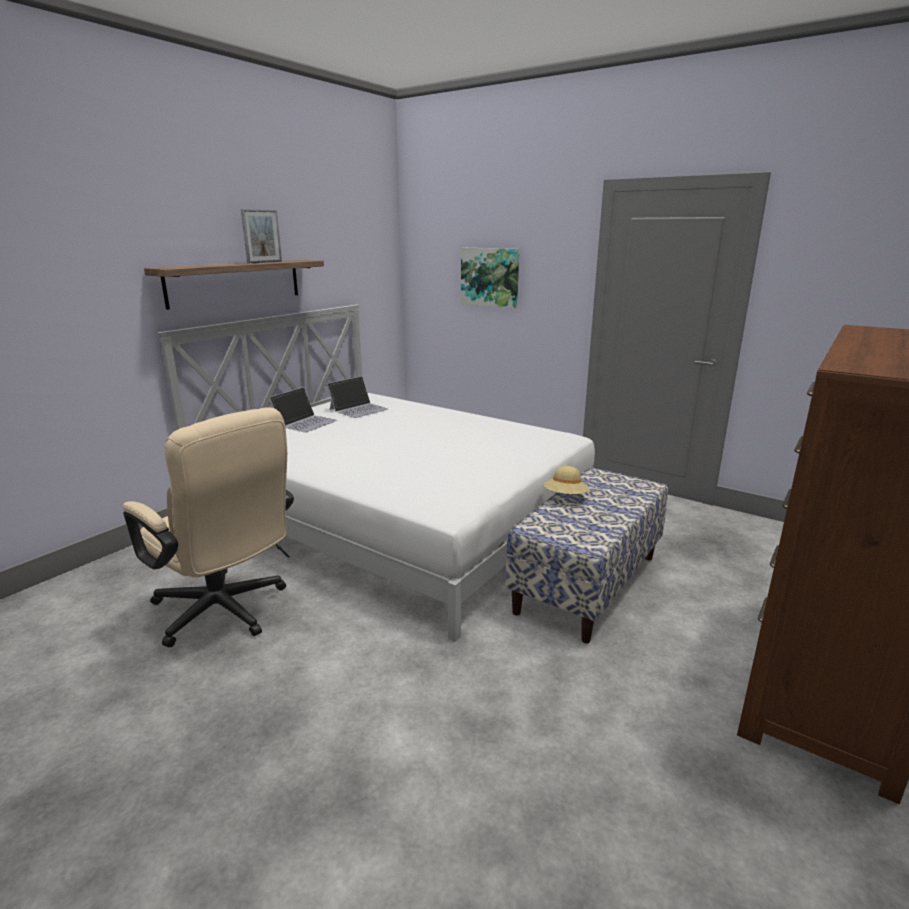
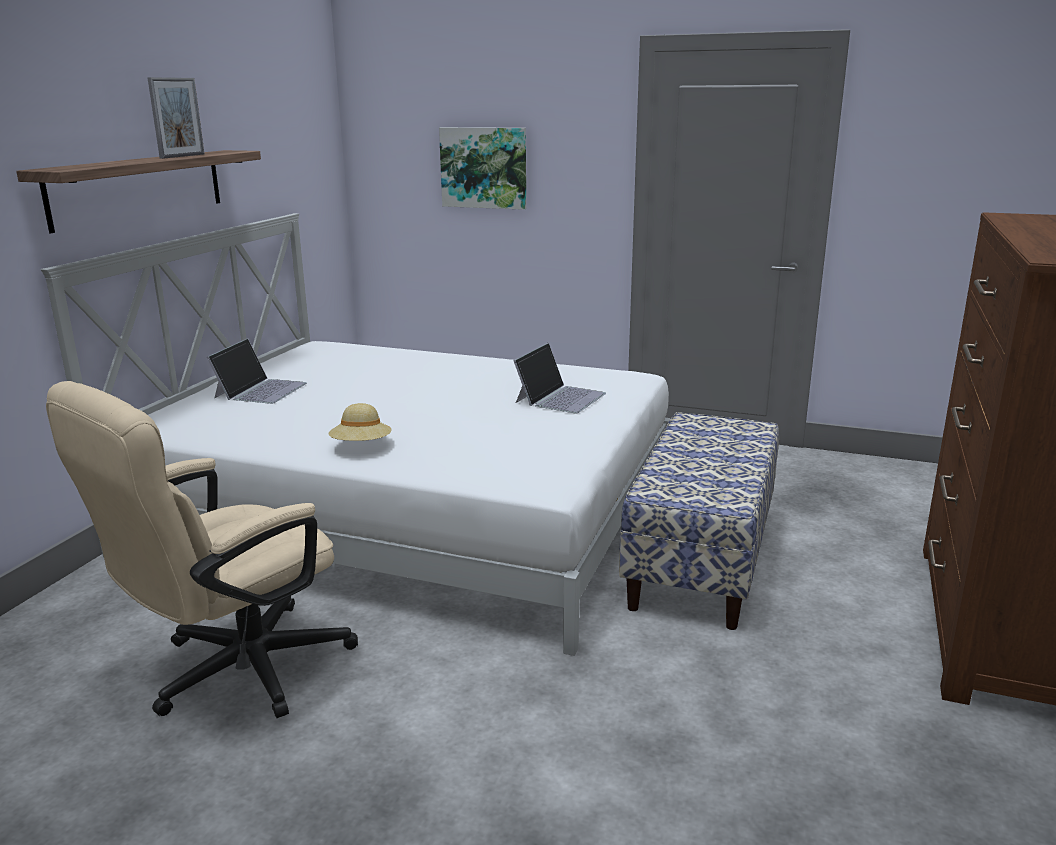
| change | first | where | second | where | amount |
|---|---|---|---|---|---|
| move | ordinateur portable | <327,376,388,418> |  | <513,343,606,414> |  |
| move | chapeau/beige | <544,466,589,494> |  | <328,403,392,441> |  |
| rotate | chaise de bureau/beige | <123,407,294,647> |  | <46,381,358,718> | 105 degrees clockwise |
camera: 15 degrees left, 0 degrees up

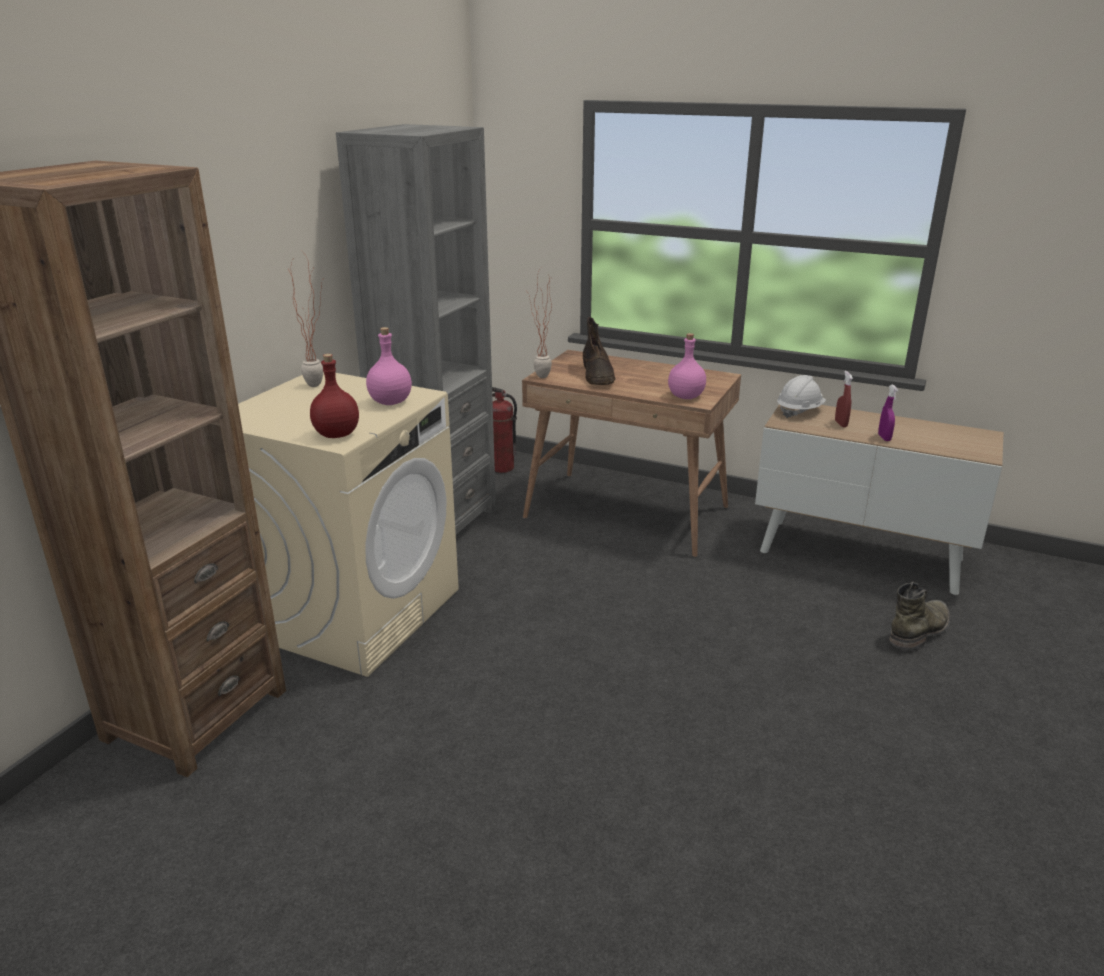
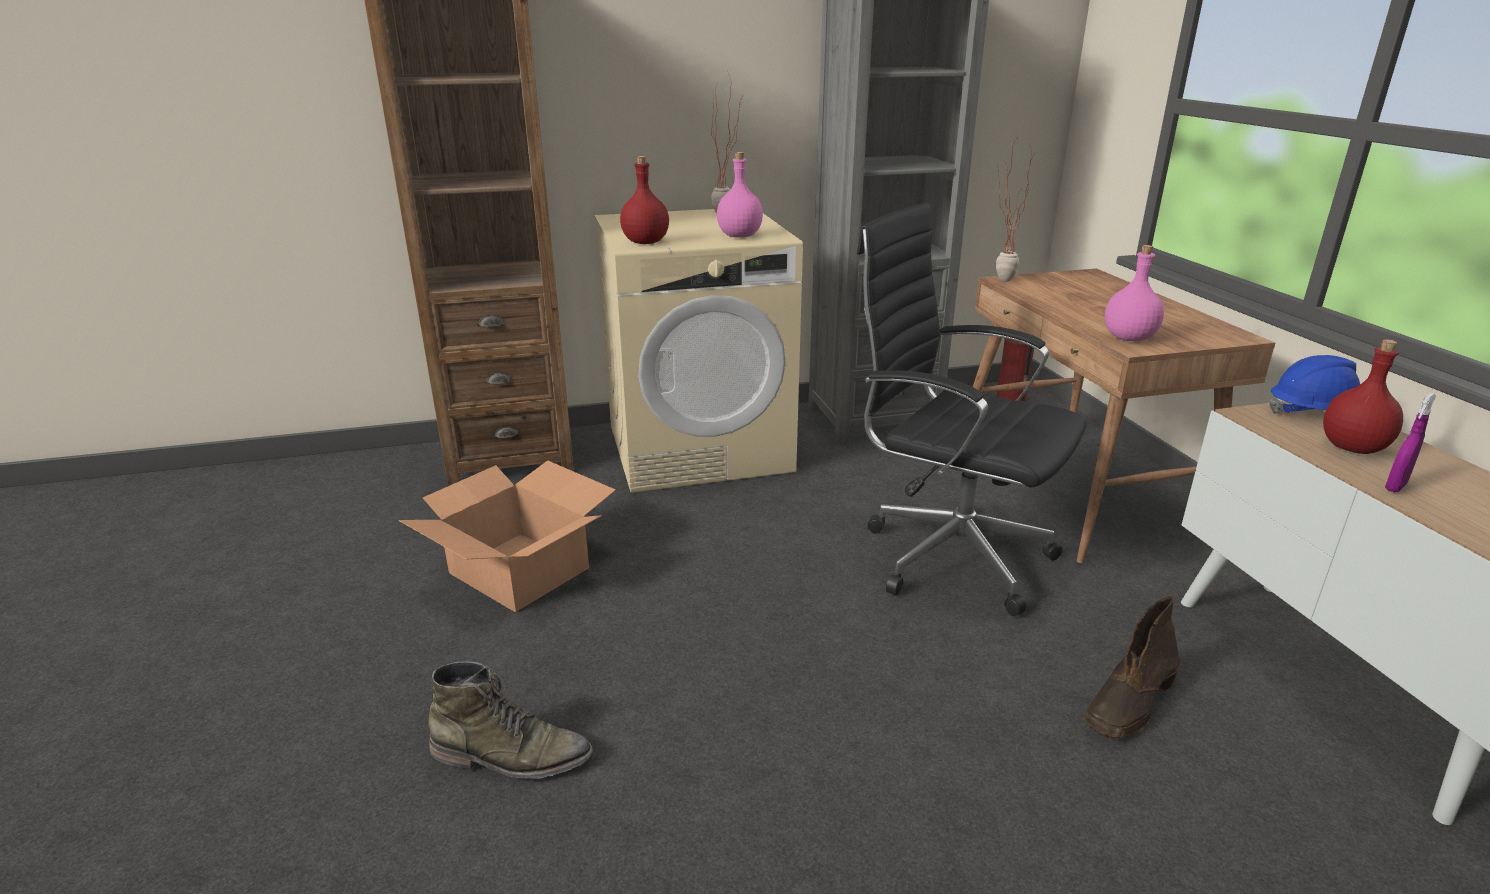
| change | first | where | second | where | amount |
|---|---|---|---|---|---|
| insert |  |  | carton | <398,460,616,612> |  |
| insert |  |  | chaise de bureau/noir | <857,202,1086,616> |  |
| move | botte/marron | <583,317,616,385> |  | <1085,596,1180,739> |  |
| move | botte/vert | <889,582,950,650> |  | <429,662,593,779> |  |
| replace | vaporisateur/rouge | <835,371,853,427> | bouteille/rouge | <1323,339,1403,454> |  |
| recolor | casque de chantier/blanc | <777,375,826,418> | casque de chantier/bleu | <1269,355,1360,414> |  |
camera: 50 degrees right, 0 degrees up

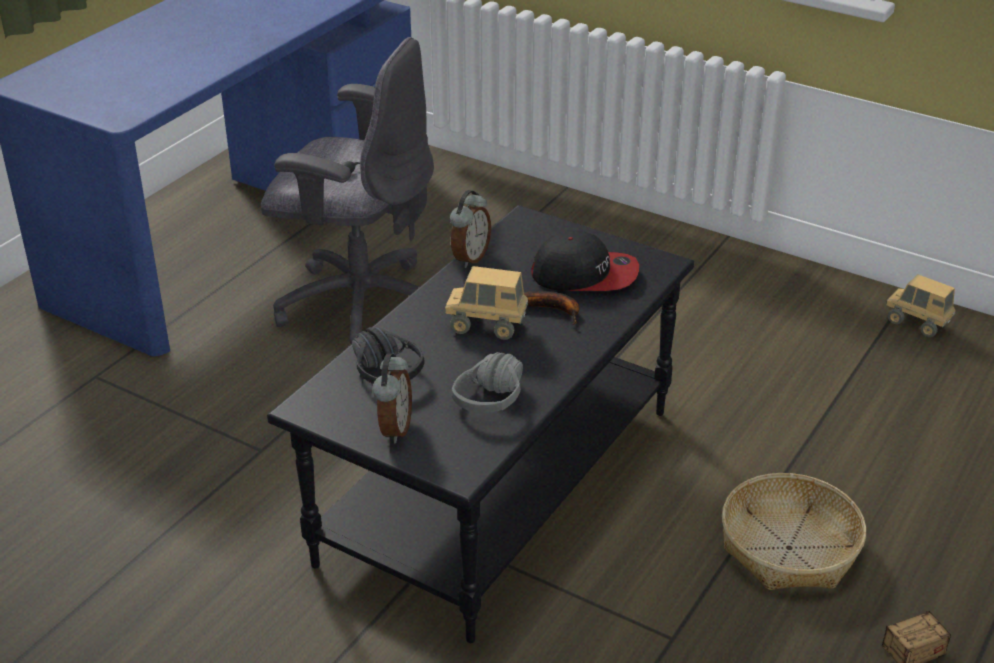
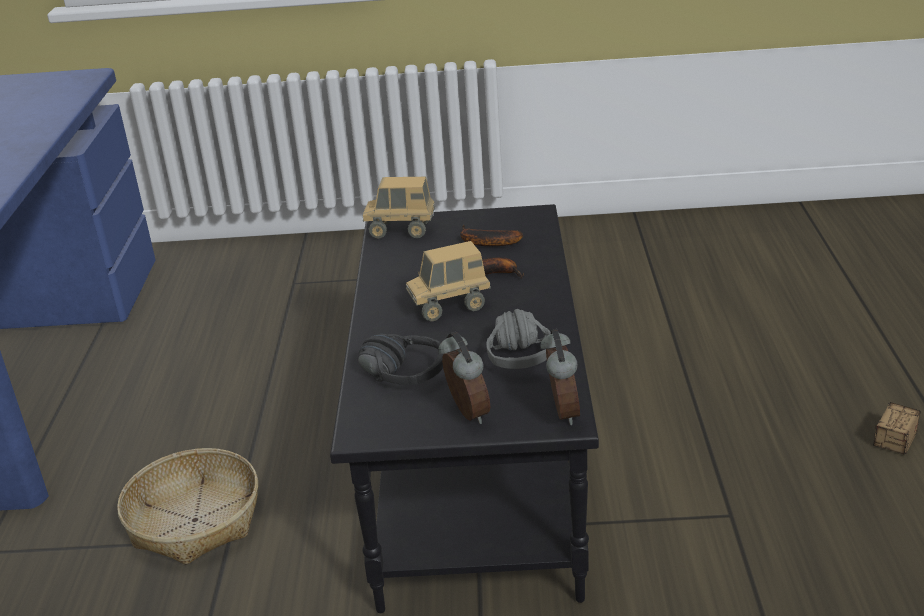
| change | first | where | second | where | amount |
|---|---|---|---|---|---|
| delete | chaise de bureau/gris | <261,37,434,345> |  |  |  |
| move | réveil | <450,190,491,268> |  | <541,329,580,425> |  |
| move | panier | <722,473,866,590> |  | <117,448,258,565> |  |
| move | camion jouet | <886,274,956,337> |  | <363,177,435,239> |  |
| replace | casquette | <531,231,639,291> | banane | <460,225,523,246> |  |
camera: 30 degrees left, 5 degrees down

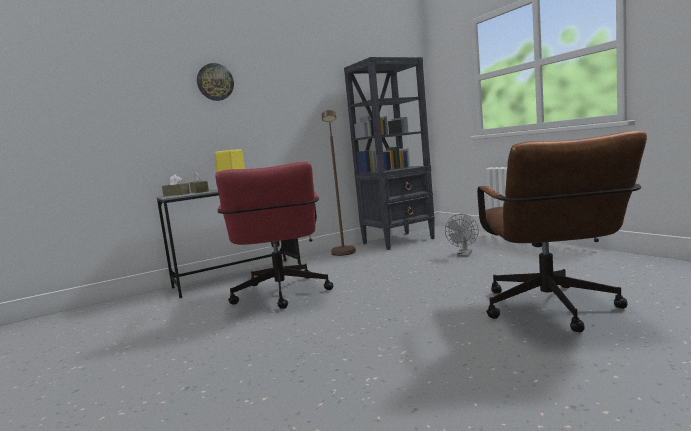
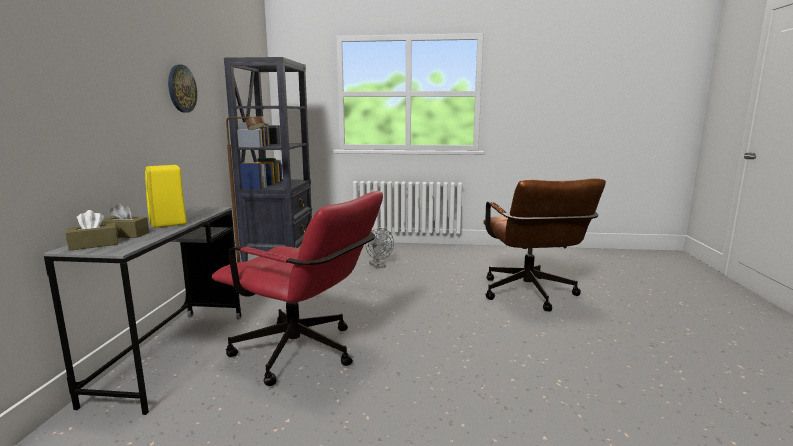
| change | first | where | second | where | amount |
|---|---|---|---|---|---|
| move | horloge murale | <197,63,234,101> |  | <168,65,197,113> |  |
| rotate | chaise de bureau/marron | <477,131,647,332> |  | <483,178,606,312> | 45 degrees clockwise |
camera: 55 degrees left, 5 degrees up

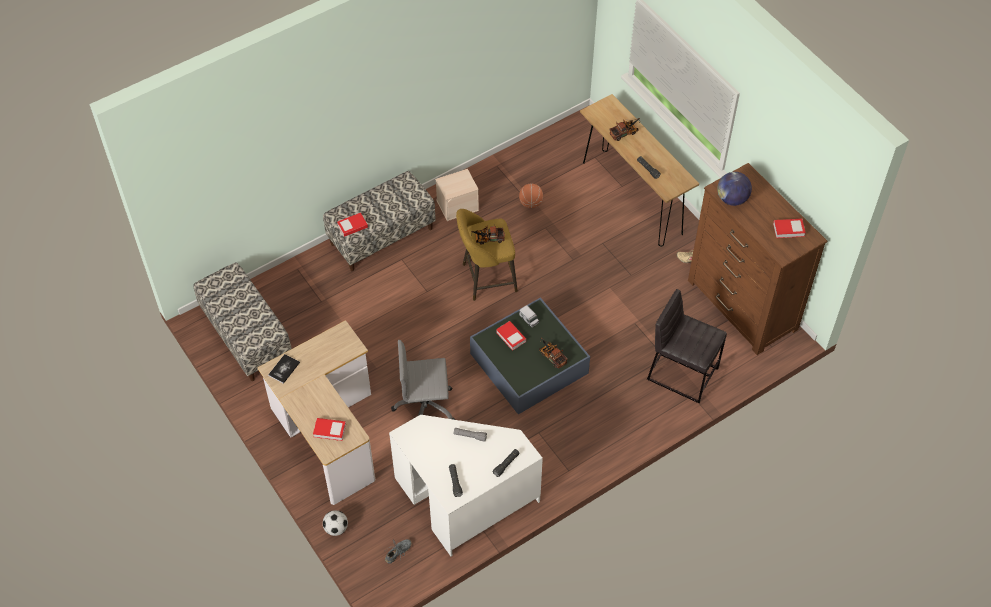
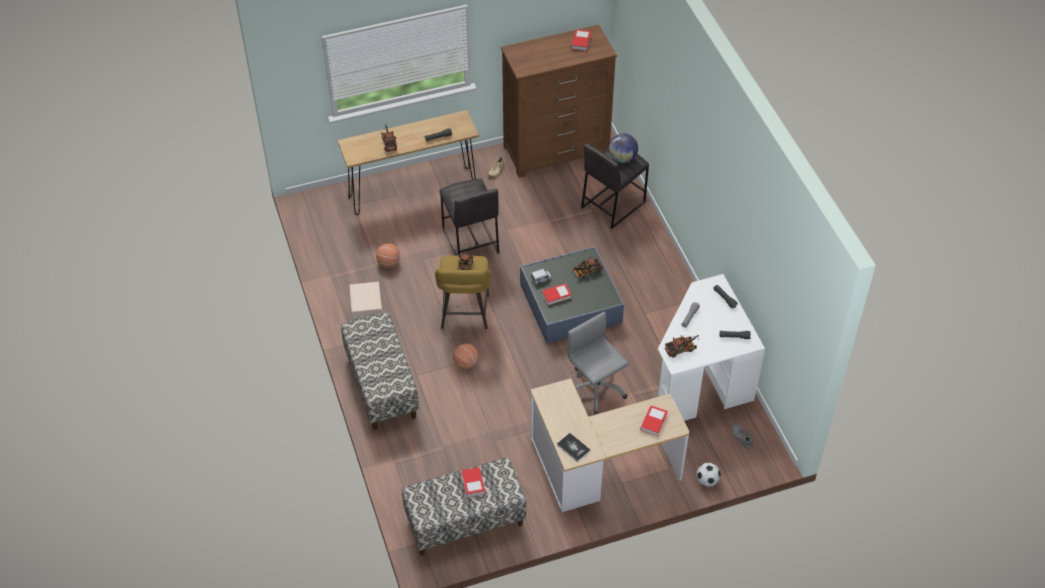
| change | first | where | second | where | amount |
|---|---|---|---|---|---|
| insert |  |  | tabouret/gris | <440,178,499,256> |  |
| insert |  |  | ballon de basket | <453,343,479,369> |  |
| insert |  |  | camion jouet | <665,335,699,358> |  |
| move | livre | <337,213,368,237> |  | <462,467,485,497> |  |
| move | globe | <717,172,752,206> |  | <609,134,638,163> |  |
| rotate | chaise de bureau/gris | <391,340,455,420> |  | <567,312,629,415> | 135 degrees clockwise |
camera: 75 degrees left, 5 degrees down

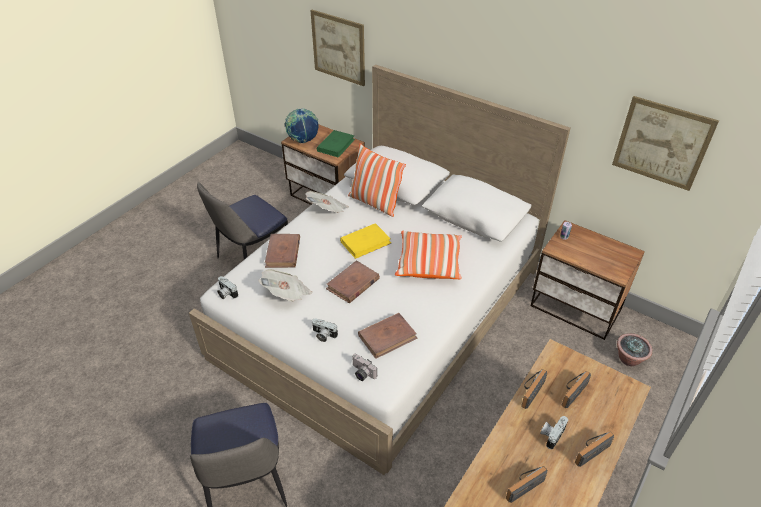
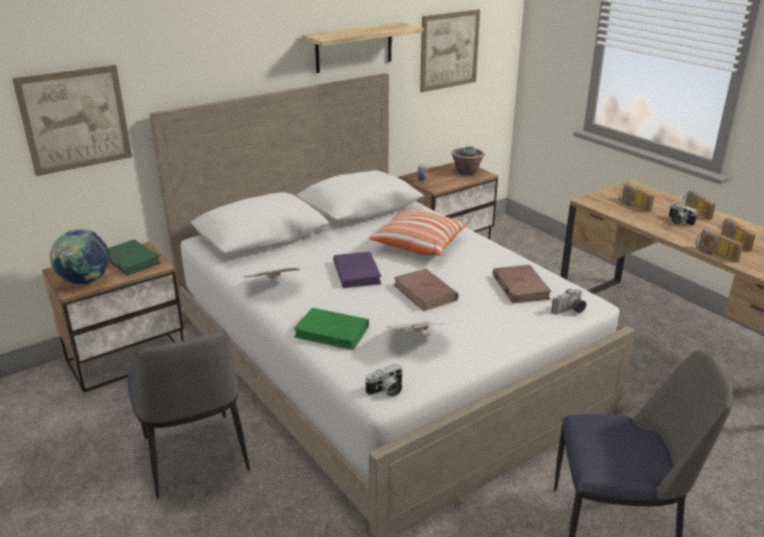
| change | first | where | second | where | amount |
|---|---|---|---|---|---|
| delete | appareil photo | <312,318,338,342> |  |  |  |
| delete | coussin | <348,143,406,217> |  |  |  |
| insert |  |  | étagère | <302,23,423,73> |  |
| move | radio | <521,369,547,409> |  | <696,229,743,262> |  |
| move | plante en pot | <617,333,653,366> |  | <451,146,485,175> |  |
| recolor | livre/marron | <265,234,300,268> | livre/vert | <294,308,369,350> |  |
| recolor | livre/jaune | <340,223,391,259> | livre/violet | <333,252,381,288> |  |
camera: 70 degrees left, 15 degrees down

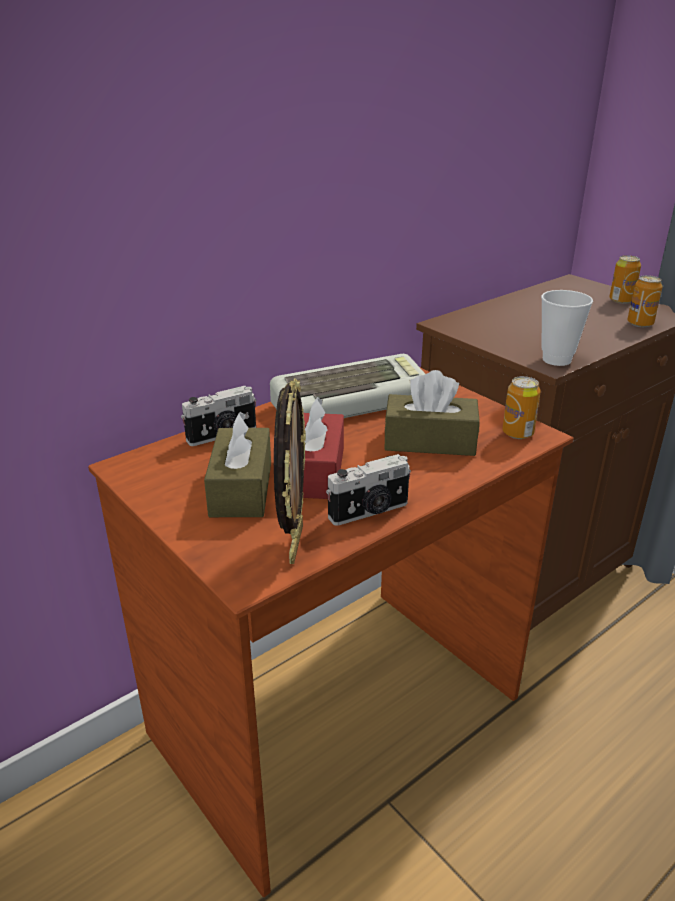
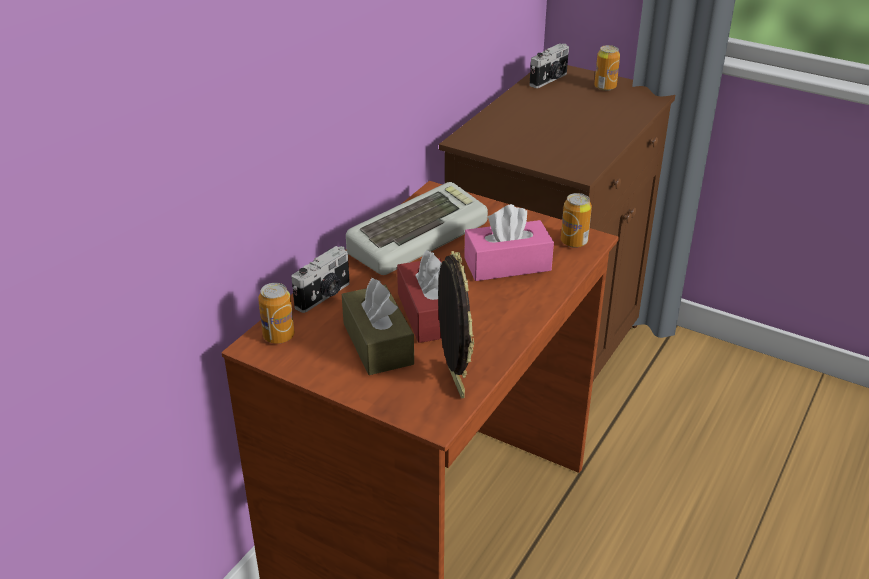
| change | first | where | second | where | amount |
|---|---|---|---|---|---|
| delete | tasse | <541,290,593,366> |  |  |  |
| move | appareil photo | <326,454,411,526> |  | <529,43,569,88> |  |
| move | boîte métallique | <627,275,662,327> |  | <258,283,294,344> |  |
| recolor | boîte à mouchoirs/marron | <384,370,480,456> | boîte à mouchoirs/rose | <464,204,554,281> |  |
camera: 20 degrees left, 5 degrees up

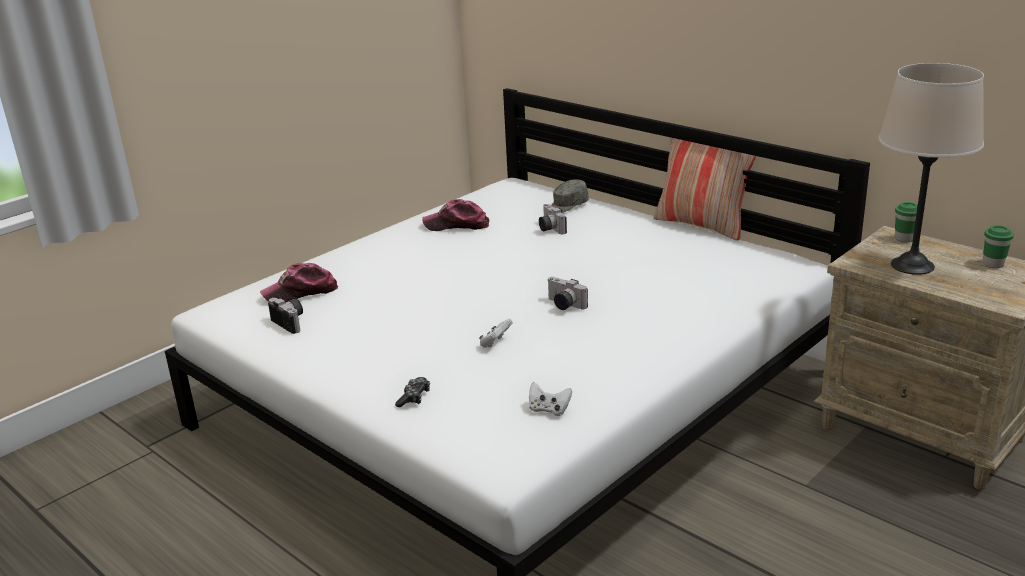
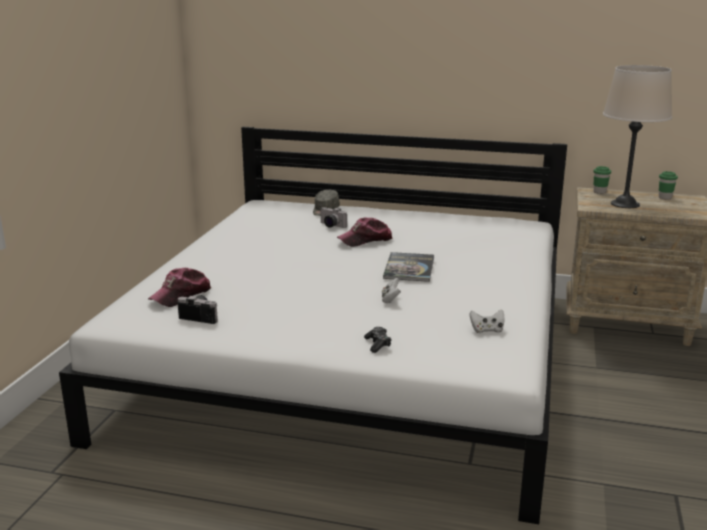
| change | first | where | second | where | amount |
|---|---|---|---|---|---|
| delete | coussin | <654,138,756,240> |  |  |  |
| move | casquette | <422,199,489,231> |  | <337,217,393,247> |  |
| replace | appareil photo | <548,277,588,310> | livre | <383,252,434,282> |  |
camera: 30 degrees left, 5 degrees down

